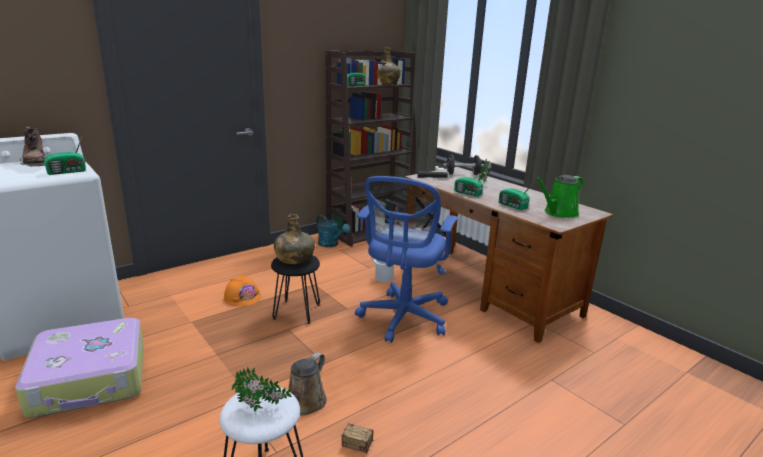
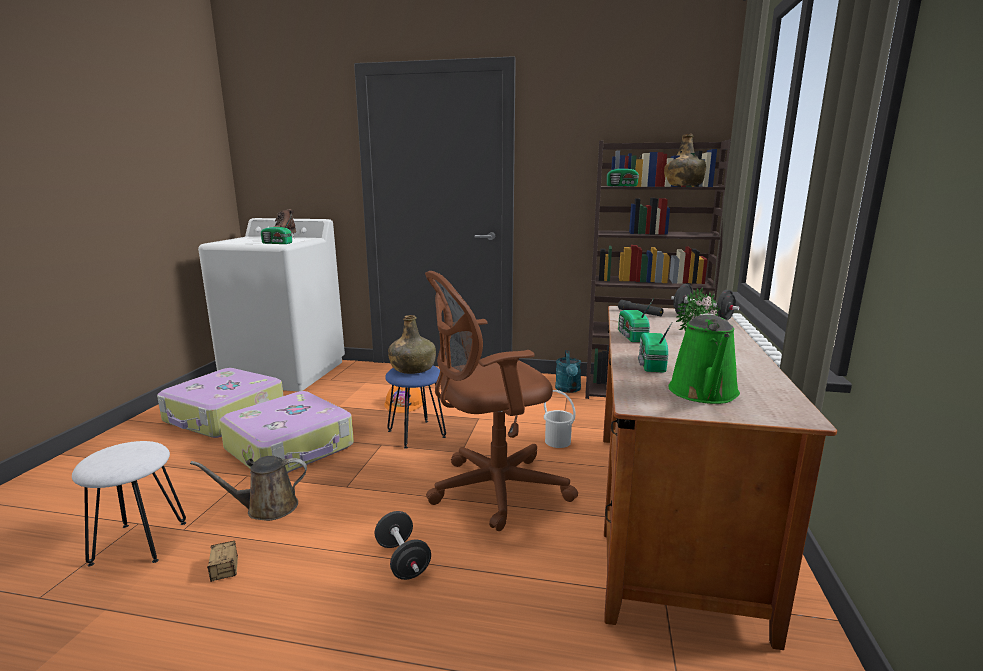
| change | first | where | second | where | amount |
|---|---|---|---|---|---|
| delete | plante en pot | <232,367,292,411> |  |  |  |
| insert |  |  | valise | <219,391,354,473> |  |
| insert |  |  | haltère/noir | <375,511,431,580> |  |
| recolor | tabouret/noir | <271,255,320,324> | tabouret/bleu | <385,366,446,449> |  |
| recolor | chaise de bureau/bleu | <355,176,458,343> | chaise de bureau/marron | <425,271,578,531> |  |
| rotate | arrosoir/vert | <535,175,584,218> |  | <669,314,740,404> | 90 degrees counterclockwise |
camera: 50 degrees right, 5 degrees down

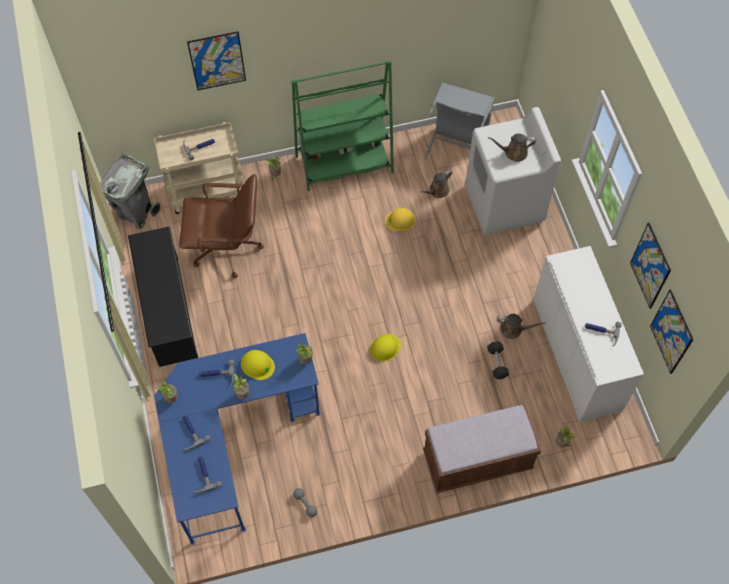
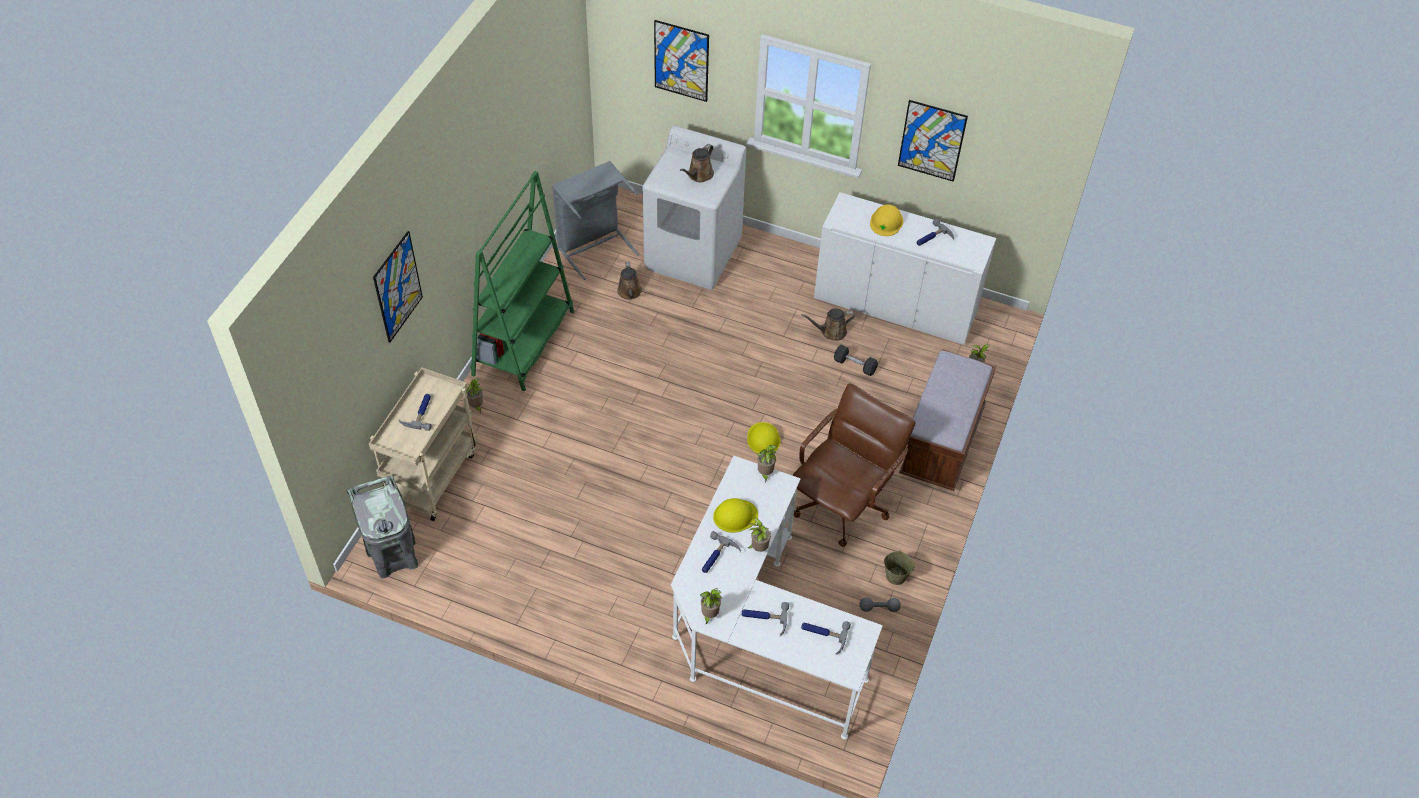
| change | first | where | second | where | amount |
|---|---|---|---|---|---|
| delete | étagère à chaussures/noir | <128,226,198,367> |  |  |  |
| insert |  |  | seau/beige | <884,550,915,585> |  |
| move | chaise de bureau/marron | <179,174,264,278> |  | <792,383,916,547> |  |
| move | casque de chantier/jaune | <385,208,415,231> |  | <870,204,903,236> |  |
| move | tableau | <650,289,693,374> |  | <654,20,709,102> |  |
| recolor | bureau/bleu | <154,333,321,545> | bureau/blanc | <671,456,883,740> |  |
| rotate | arrosoir/marron | <497,314,546,339> |  | <802,309,855,341> | 150 degrees counterclockwise |
camera: 55 degrees left, 10 degrees down

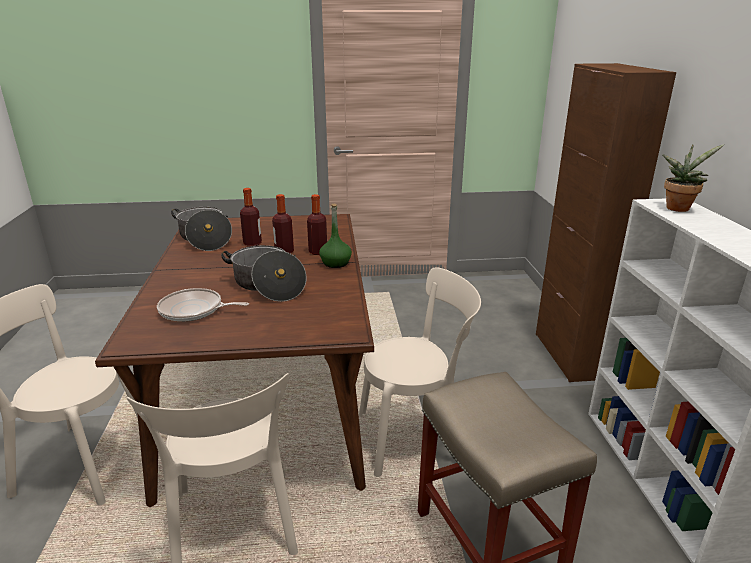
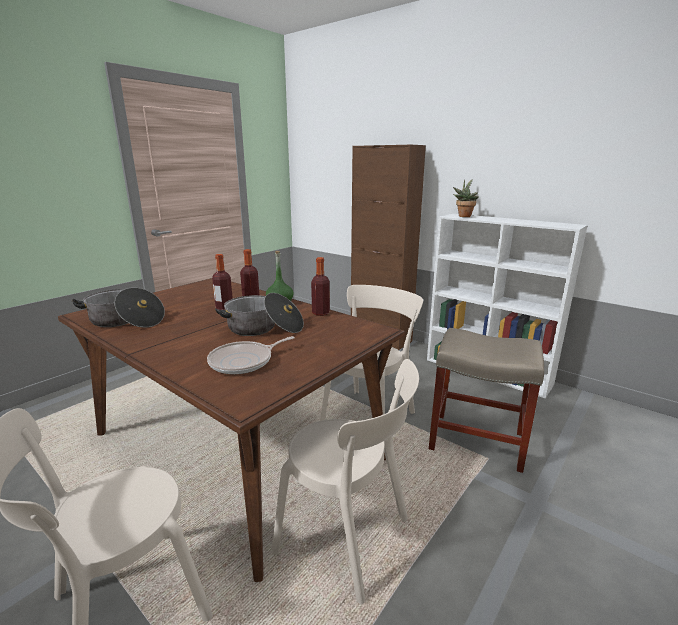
| change | first | where | second | where | amount |
|---|---|---|---|---|---|
| move | bouteille | <240,188,262,246> |  | <311,257,330,316> |  |
camera: 45 degrees left, 5 degrees down

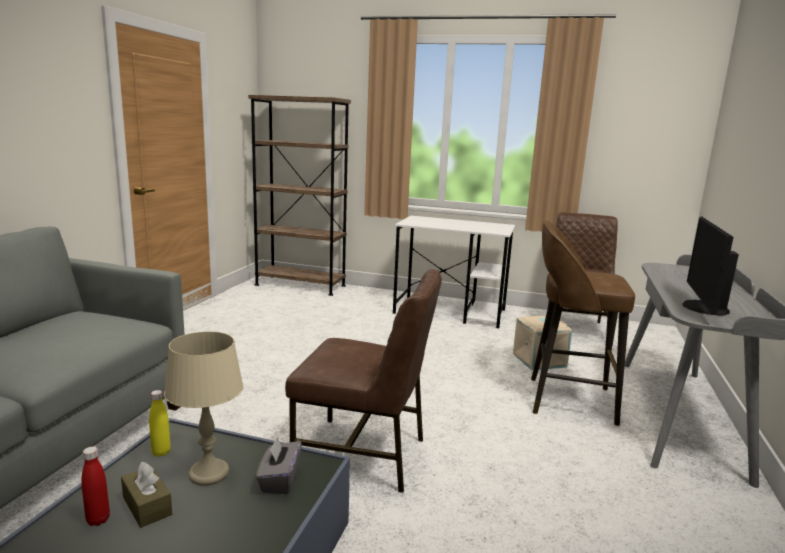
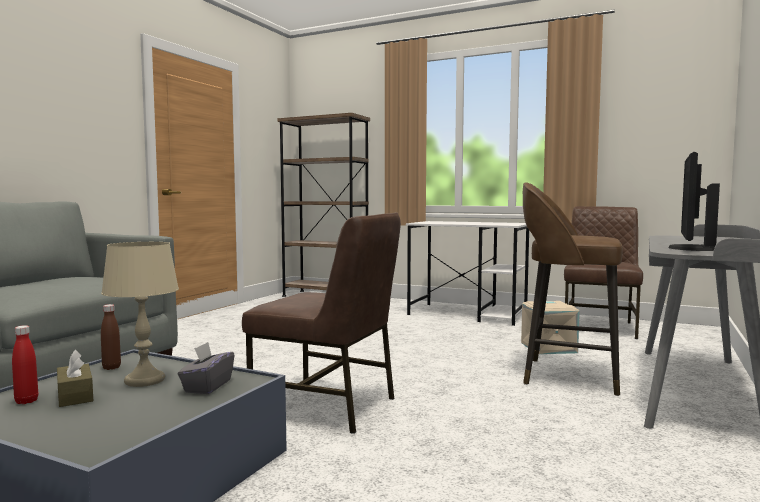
| change | first | where | second | where | amount |
|---|---|---|---|---|---|
| recolor | bouteille/jaune | <149,390,171,457> | bouteille/marron | <101,304,121,370> |  |
camera: 10 degrees right, 10 degrees down

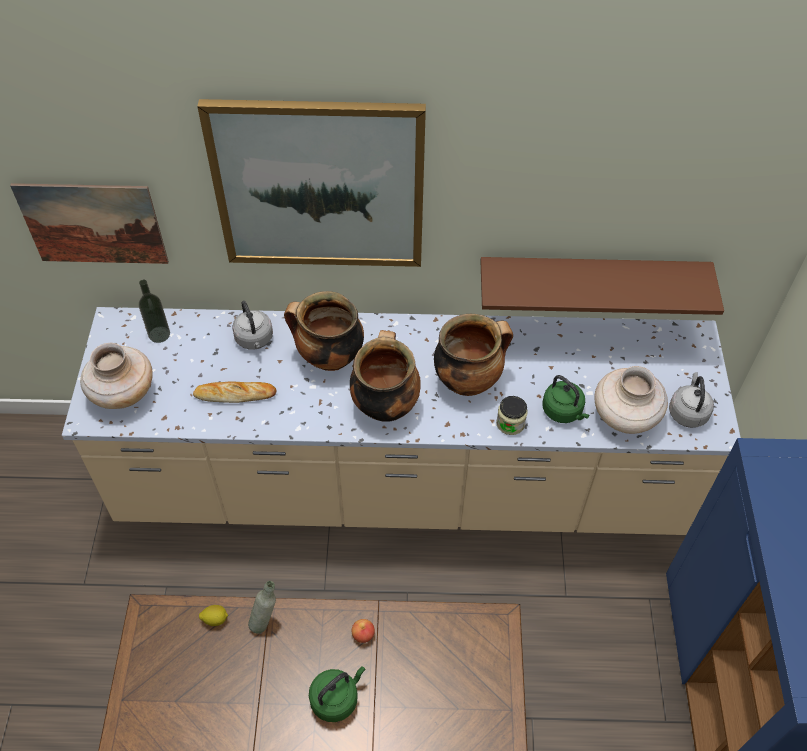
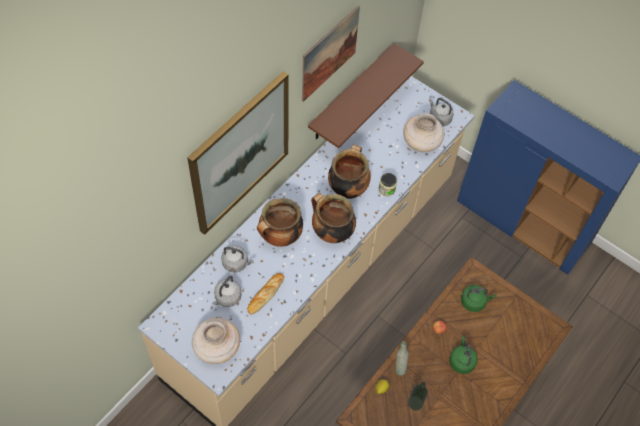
| change | first | where | second | where | amount |
|---|---|---|---|---|---|
| insert |  |  | bouilloire/gris | <212,276,242,307> |  |
| move | tableau | <10,183,169,264> |  | <302,6,360,102> |  |
| move | bouteille | <139,280,170,343> |  | <408,381,428,410> |  |
| move | bouilloire/vert | <542,375,589,423> |  | <461,285,497,312> |  |
camera: 55 degrees left, 5 degrees up

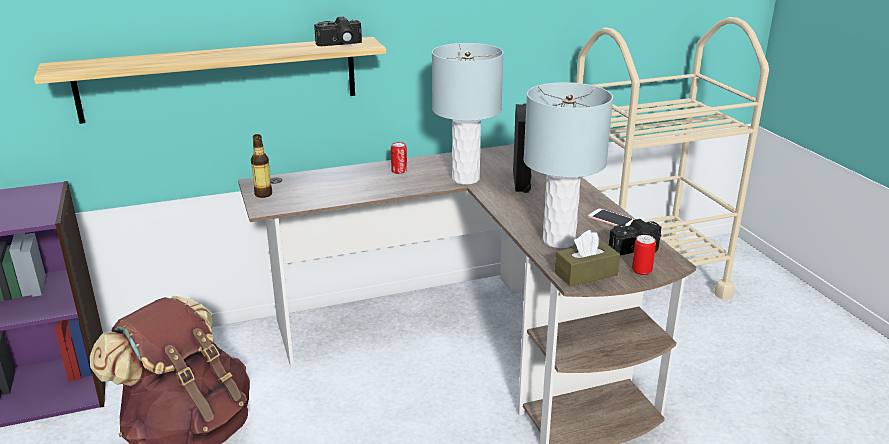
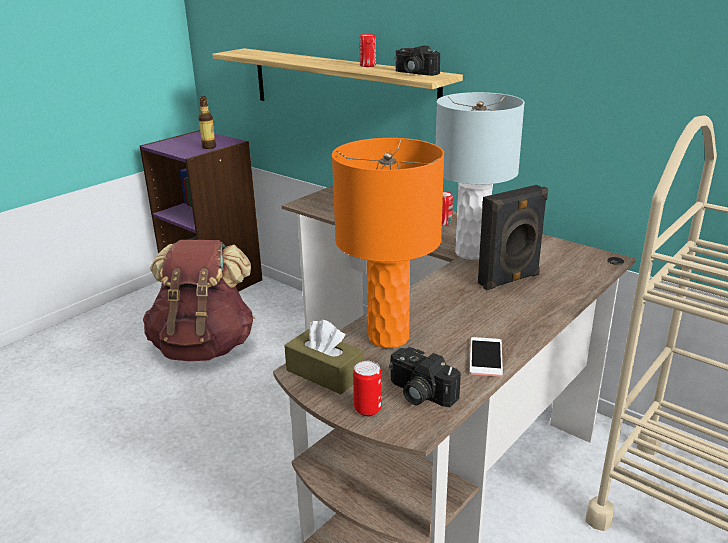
| change | first | where | second | where | amount |
|---|---|---|---|---|---|
| insert |  |  | boîte métallique | <359,34,376,67> |  |
| move | bouteille | <251,134,272,198> |  | <198,96,216,149> |  |
| recolor | lampe de table/gris | <523,82,613,248> | lampe de table/orange | <332,138,444,348> |  |
camera: 60 degrees right, 0 degrees up

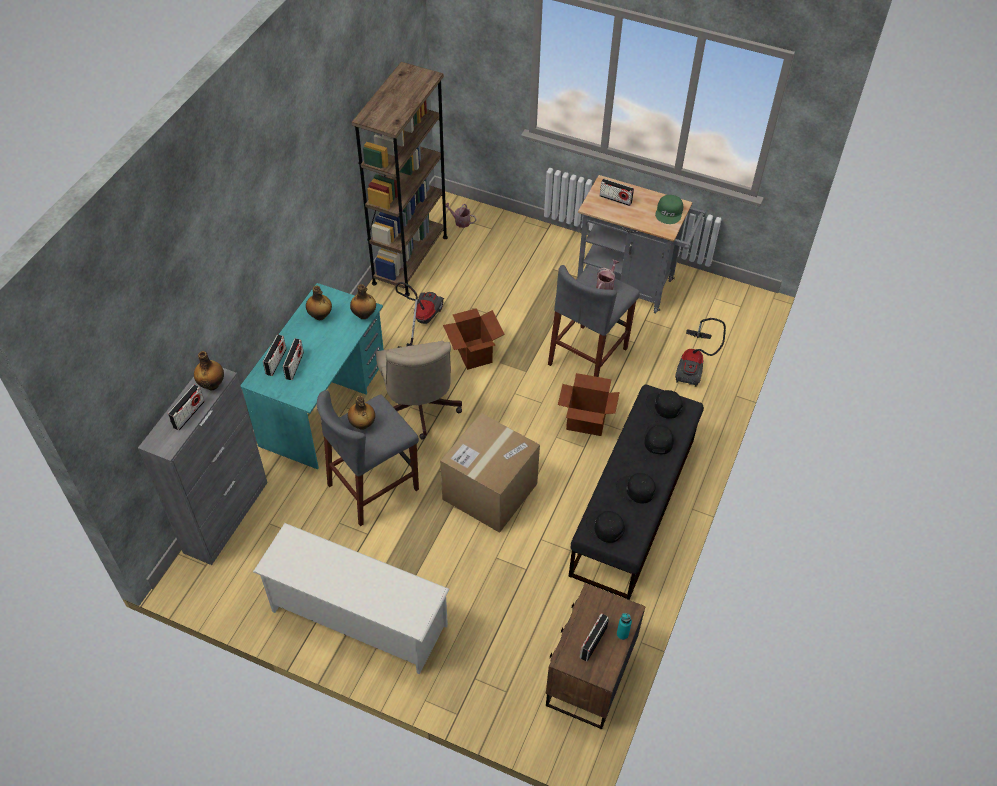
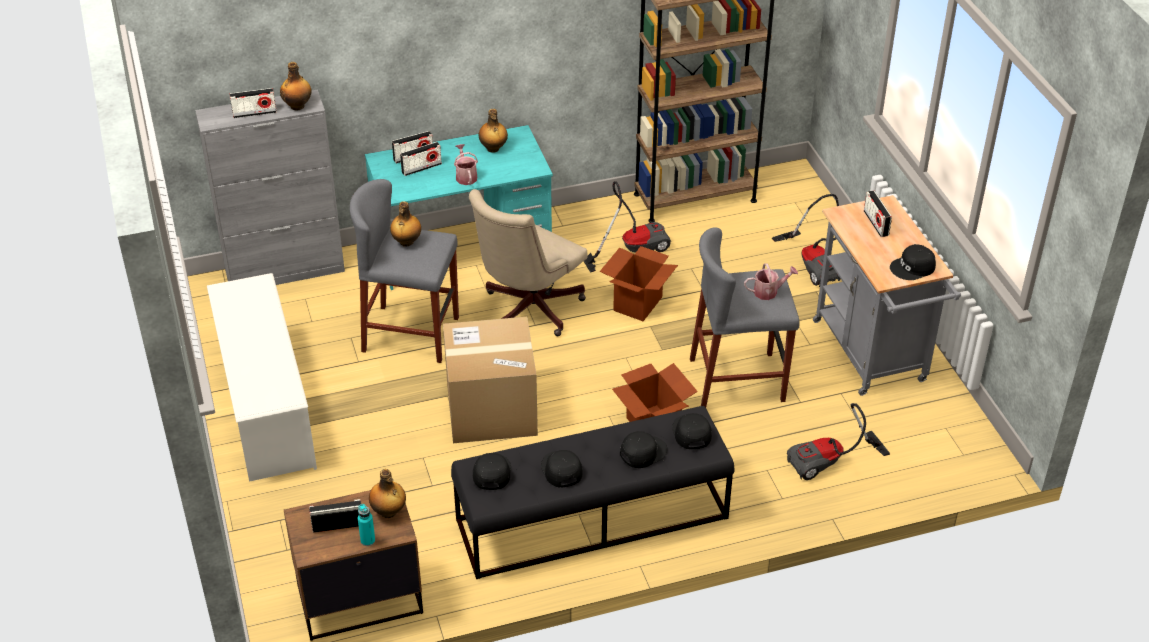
| change | first | where | second | where | amount |
|---|---|---|---|---|---|
| insert |  |  | aspirateur | <772,194,841,287> |  |
| move | bouteille | <350,284,376,319> |  | <369,469,406,518> |  |
| move | arrosoir | <446,203,477,228> |  | <454,144,478,185> |  |
| recolor | casquette/vert | <655,195,683,224> | casquette/noir | <890,244,936,280> |  |
camera: 50 degrees right, 10 degrees down

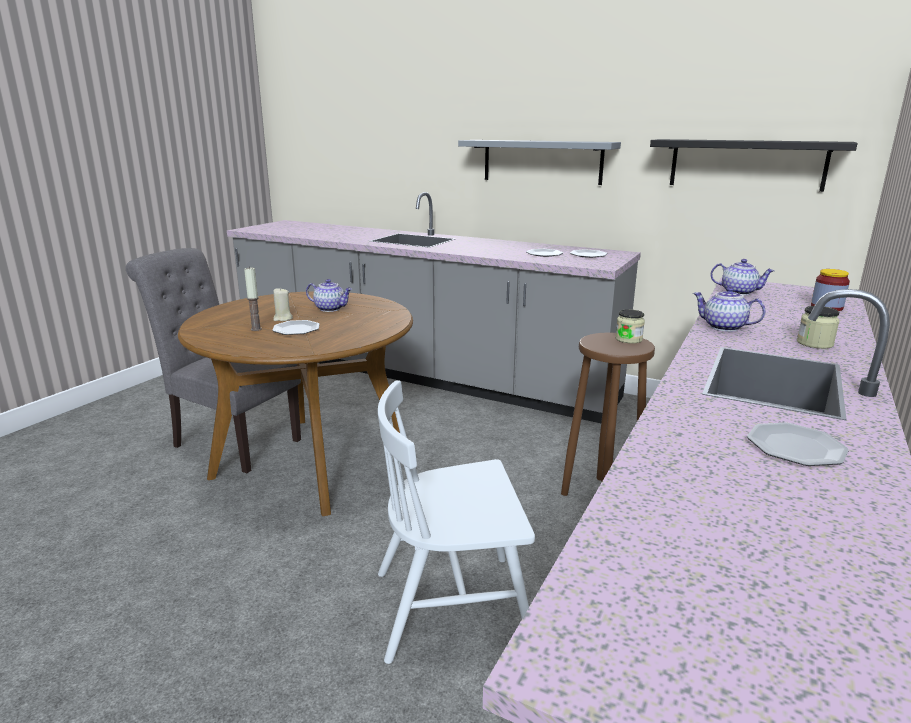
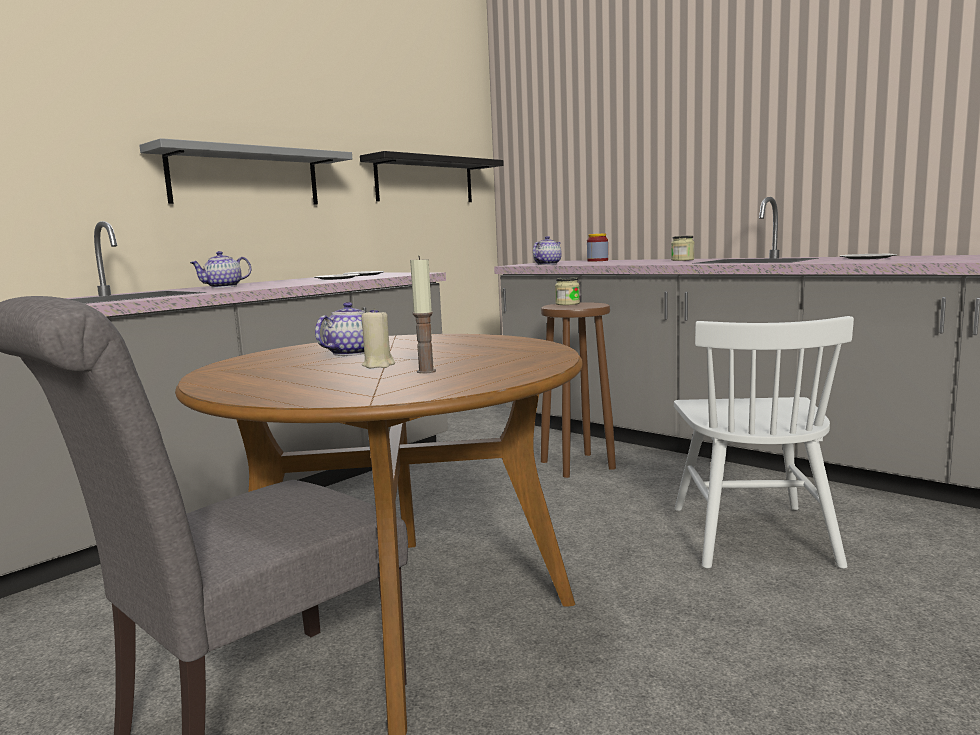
| change | first | where | second | where | amount |
|---|---|---|---|---|---|
| delete | assiette | <272,320,319,335> |  |  |  |
| move | théière | <693,287,765,332> |  | <190,251,251,288> |  |
camera: 75 degrees left, 10 degrees down

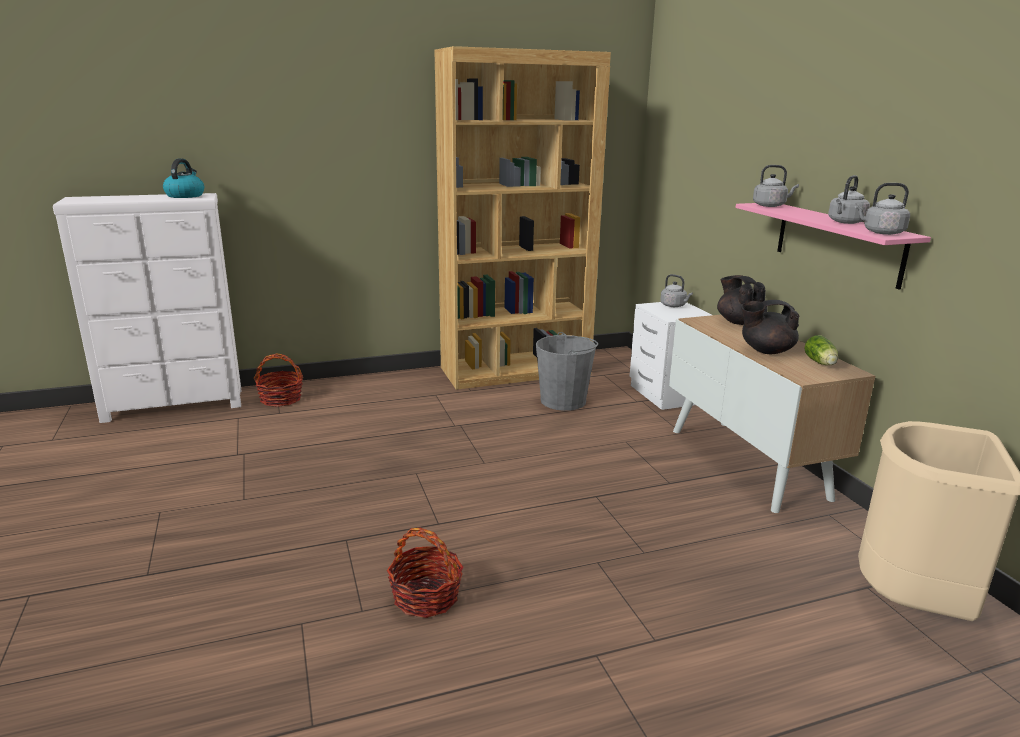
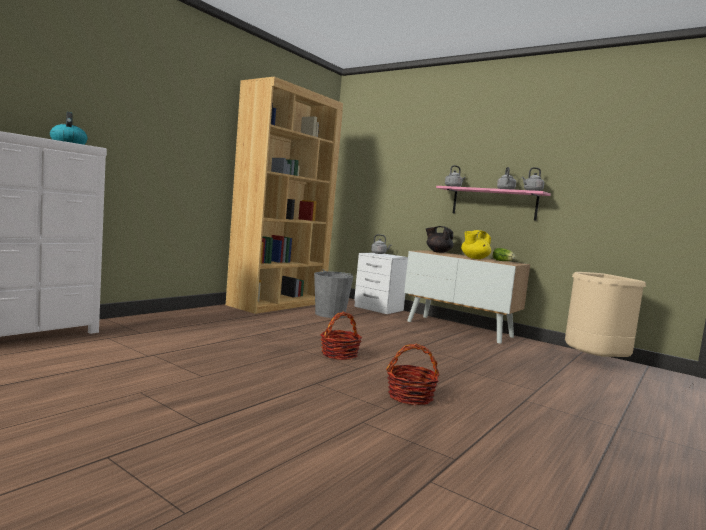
| change | first | where | second | where | amount |
|---|---|---|---|---|---|
| move | panier | <254,354,303,407> |  | <320,312,362,360> |  |
| recolor | théière/noir | <741,300,799,355> | théière/jaune | <461,230,491,259> |  |
camera: 35 degrees left, 15 degrees down

